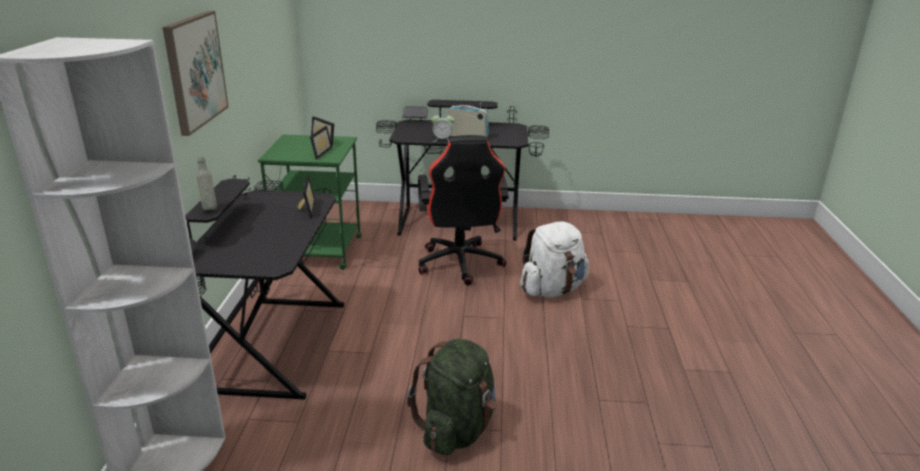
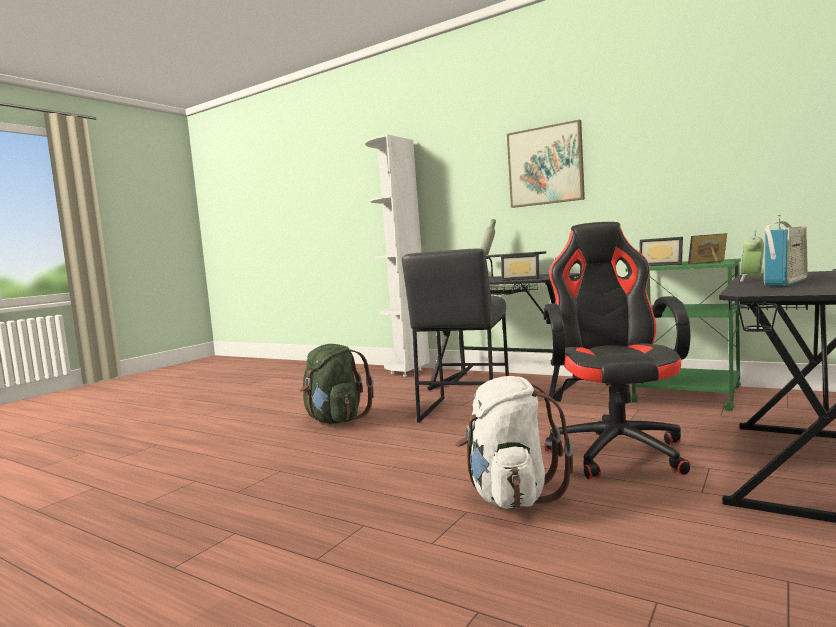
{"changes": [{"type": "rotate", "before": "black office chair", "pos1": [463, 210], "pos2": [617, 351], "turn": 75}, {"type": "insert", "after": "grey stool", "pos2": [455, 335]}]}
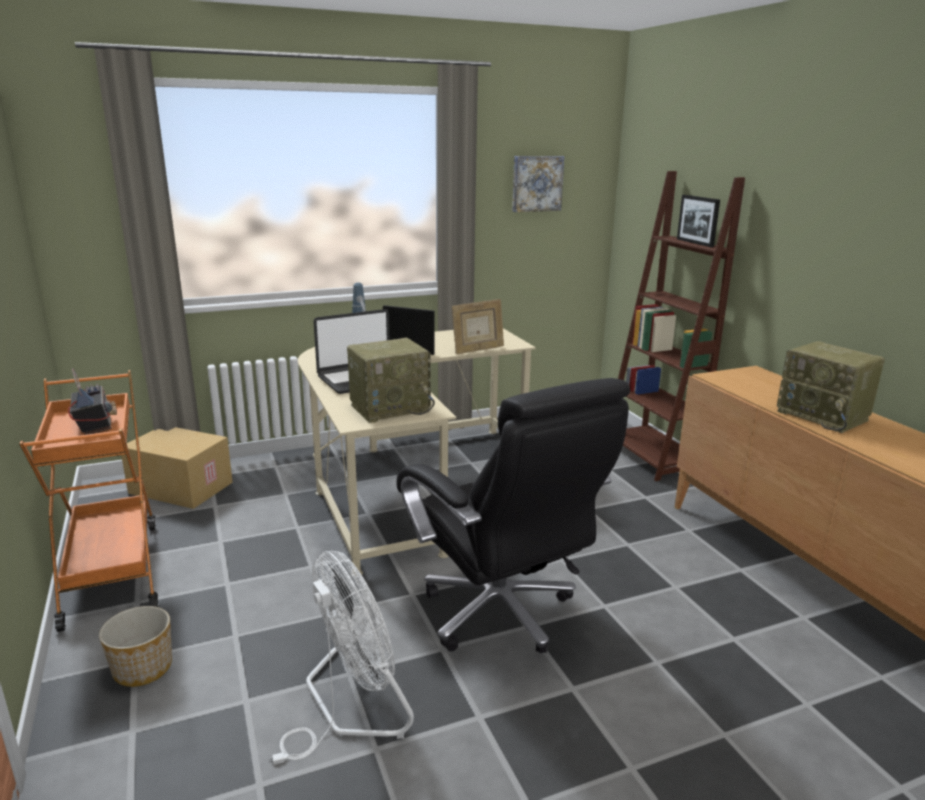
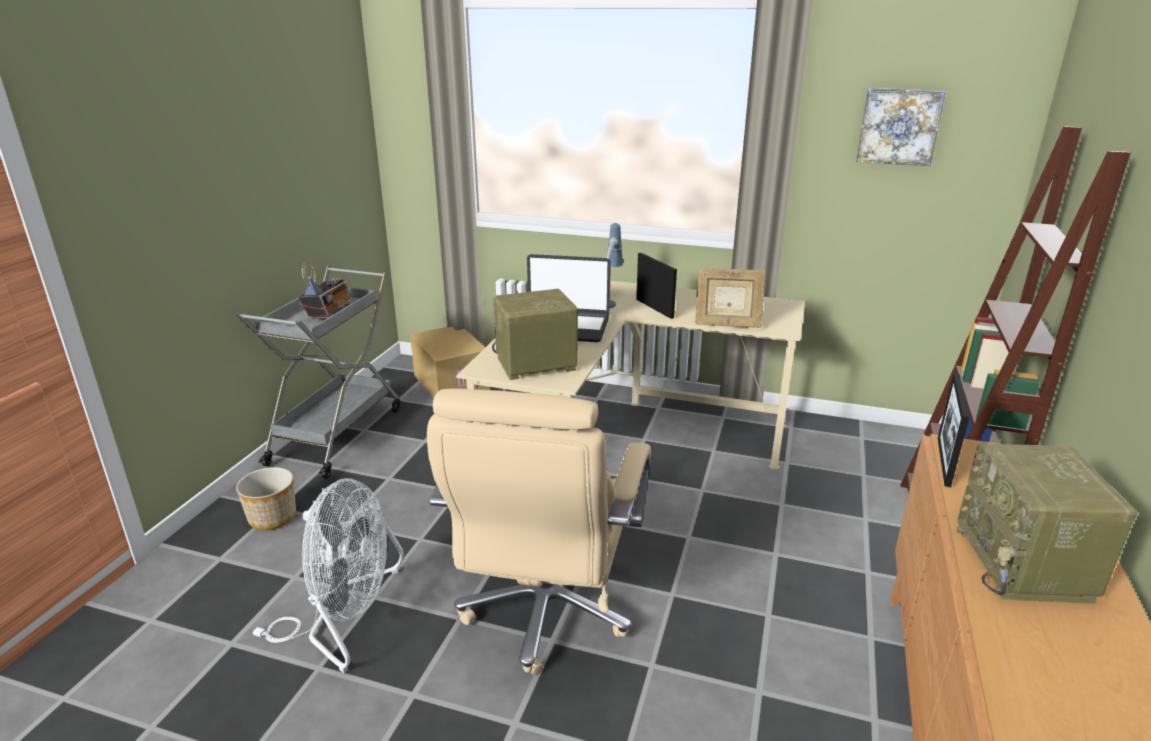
{"changes": [{"type": "recolor", "before": "orange cart", "after": "grey cart", "pos1": [89, 501], "pos2": [317, 371]}, {"type": "rotate", "before": "radio", "pos1": [391, 380], "pos2": [535, 334], "turn": 150}, {"type": "recolor", "before": "black office chair", "after": "beige office chair", "pos1": [513, 515], "pos2": [539, 532]}, {"type": "move", "before": "picture frame", "pos1": [698, 221], "pos2": [954, 430]}]}
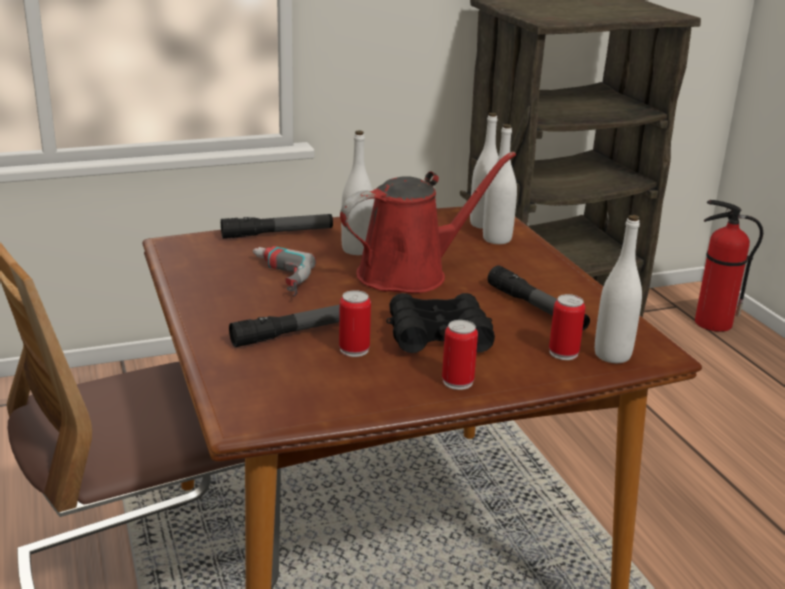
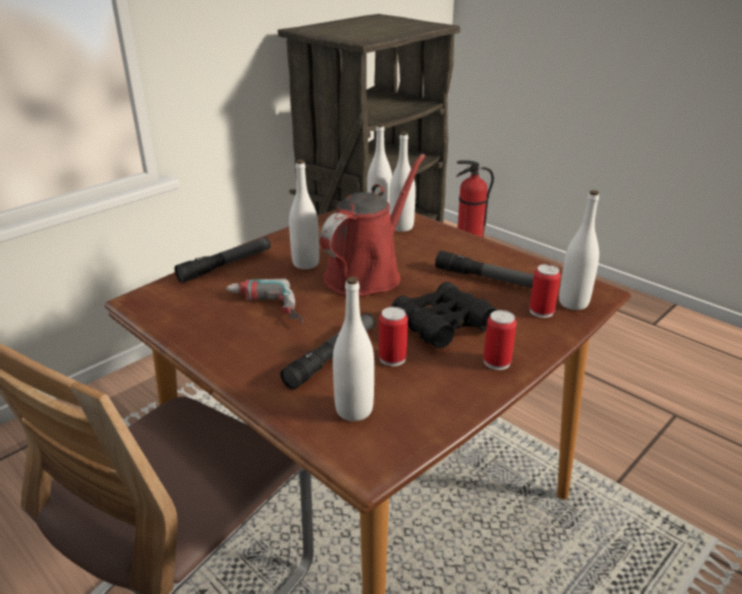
{"changes": [{"type": "insert", "after": "white bottle", "pos2": [353, 349]}]}
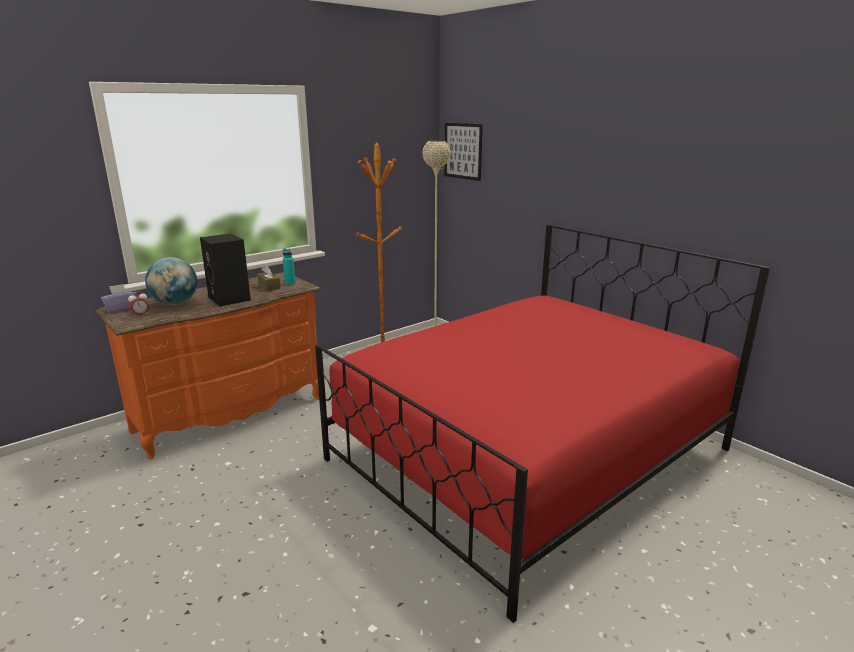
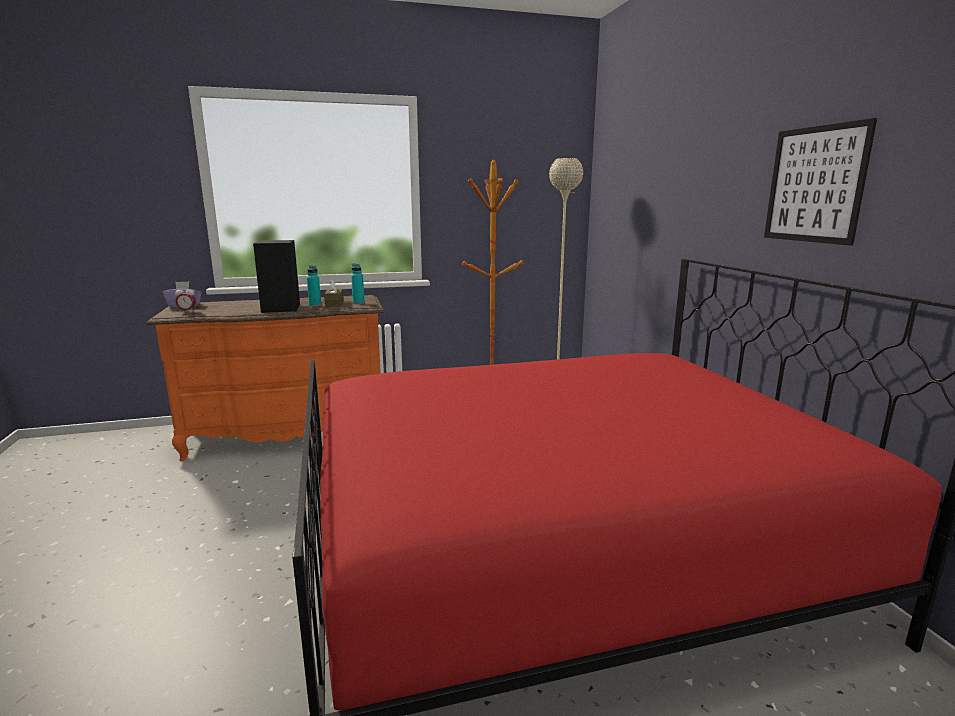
{"changes": [{"type": "delete", "before": "globe", "pos1": [171, 281]}, {"type": "move", "before": "picture", "pos1": [463, 152], "pos2": [820, 182]}, {"type": "insert", "after": "turquoise bottle", "pos2": [314, 286]}]}
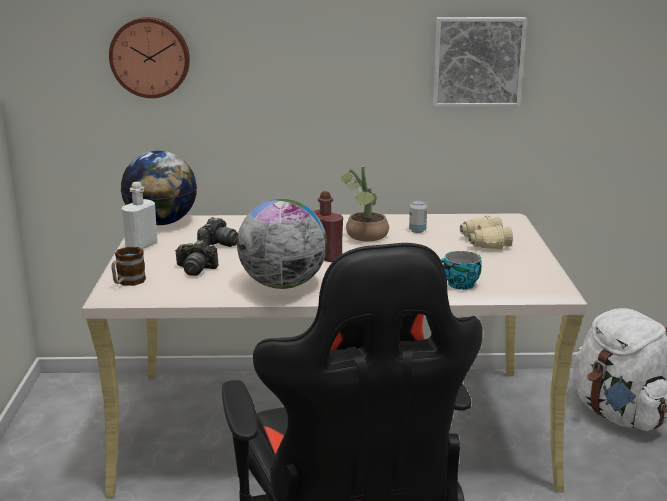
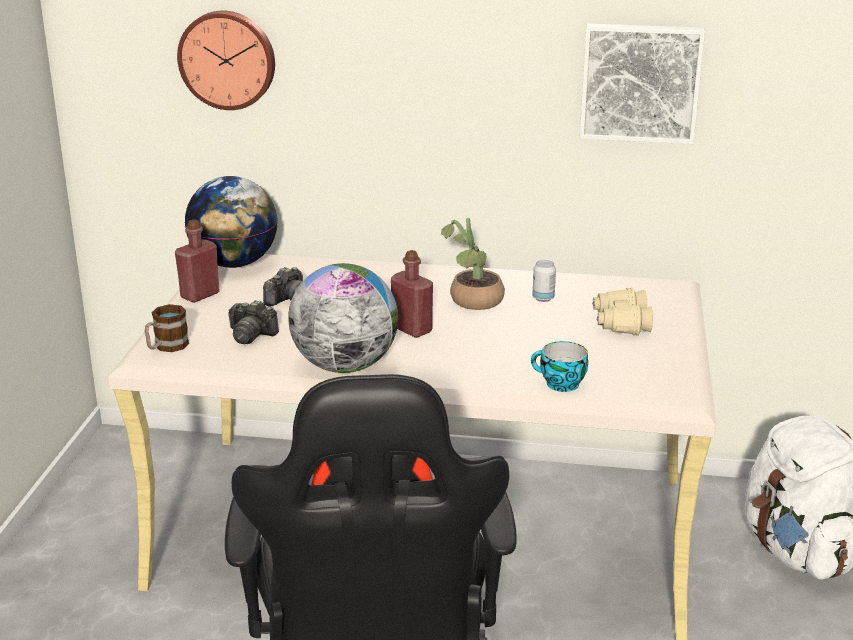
{"changes": [{"type": "recolor", "before": "white bottle", "after": "red bottle", "pos1": [139, 215], "pos2": [197, 261]}]}
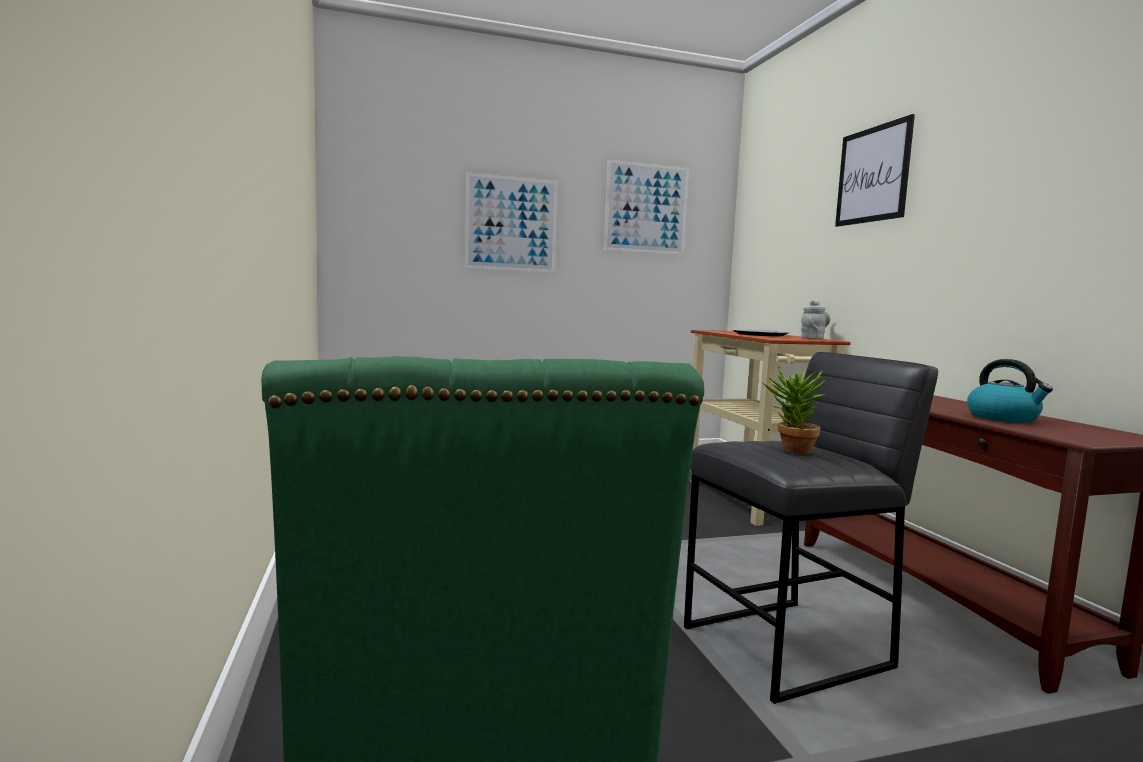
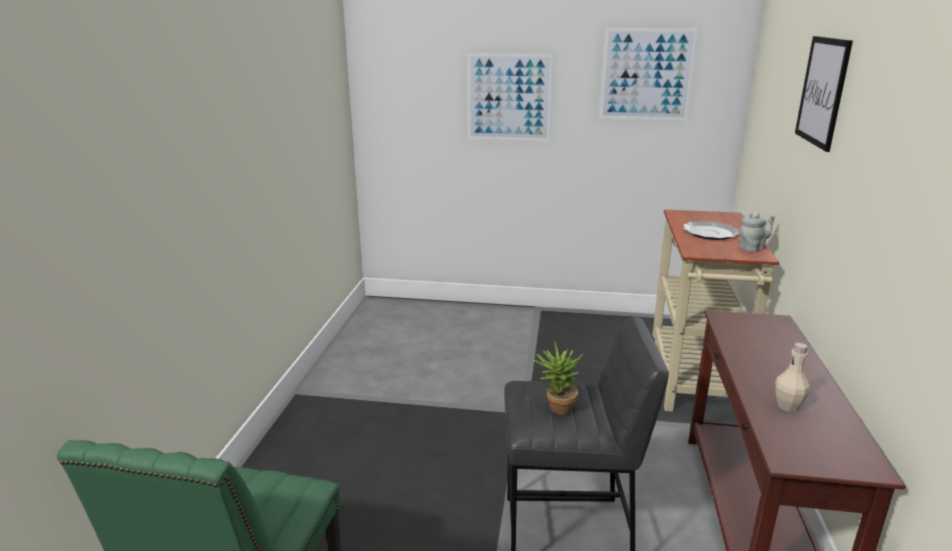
{"changes": [{"type": "replace", "before": "kettle", "after": "beige bottle", "pos1": [1010, 391], "pos2": [792, 377]}]}
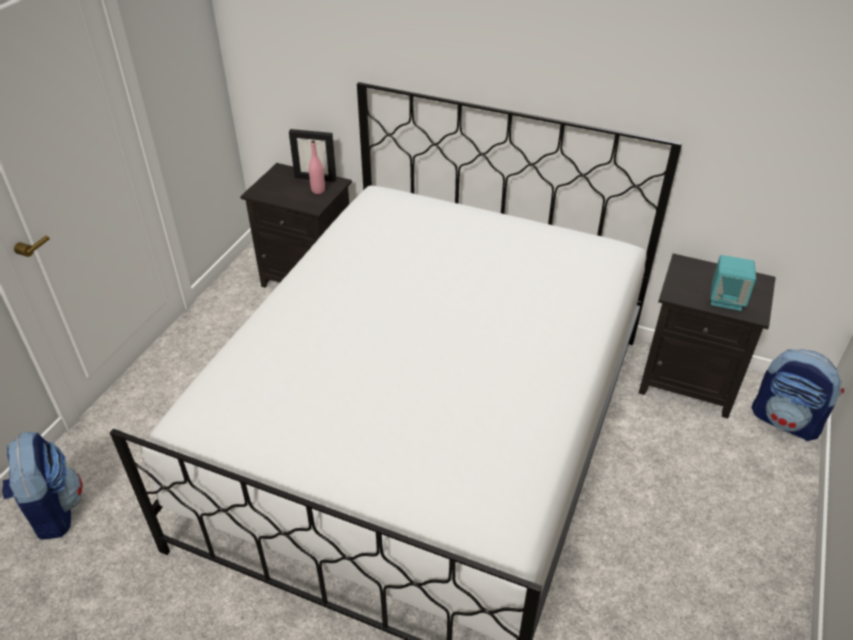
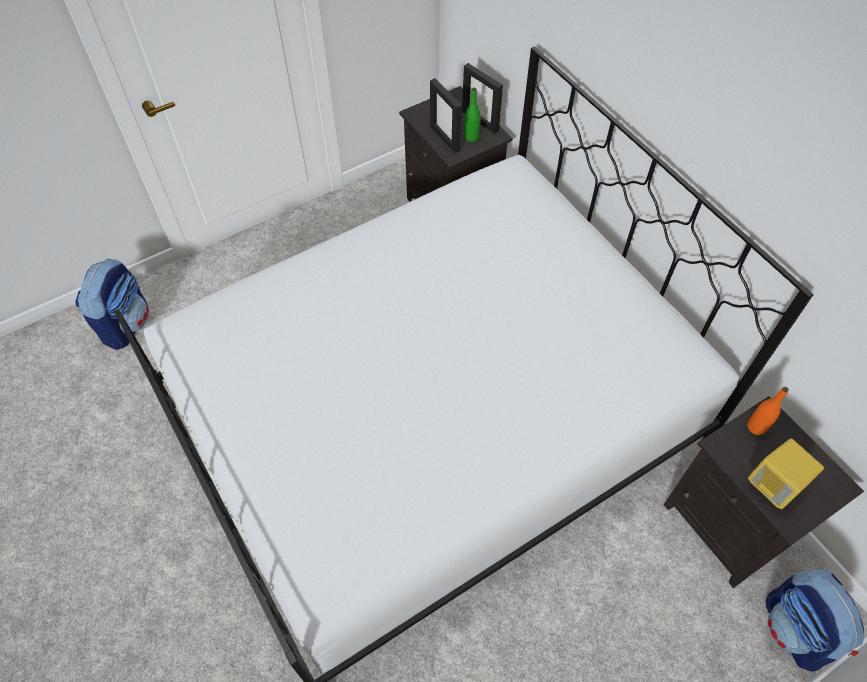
{"changes": [{"type": "recolor", "before": "pink bottle", "after": "green bottle", "pos1": [317, 167], "pos2": [472, 114]}, {"type": "recolor", "before": "turquoise speaker", "after": "yellow speaker", "pos1": [733, 283], "pos2": [786, 474]}, {"type": "insert", "after": "picture frame", "pos2": [446, 115]}, {"type": "insert", "after": "orange bottle", "pos2": [767, 411]}]}
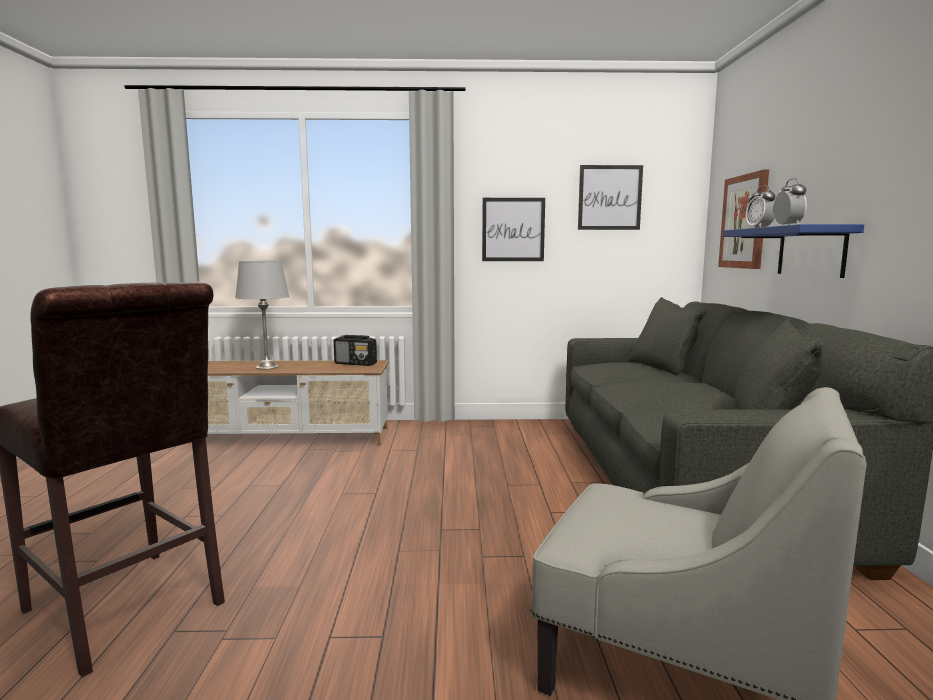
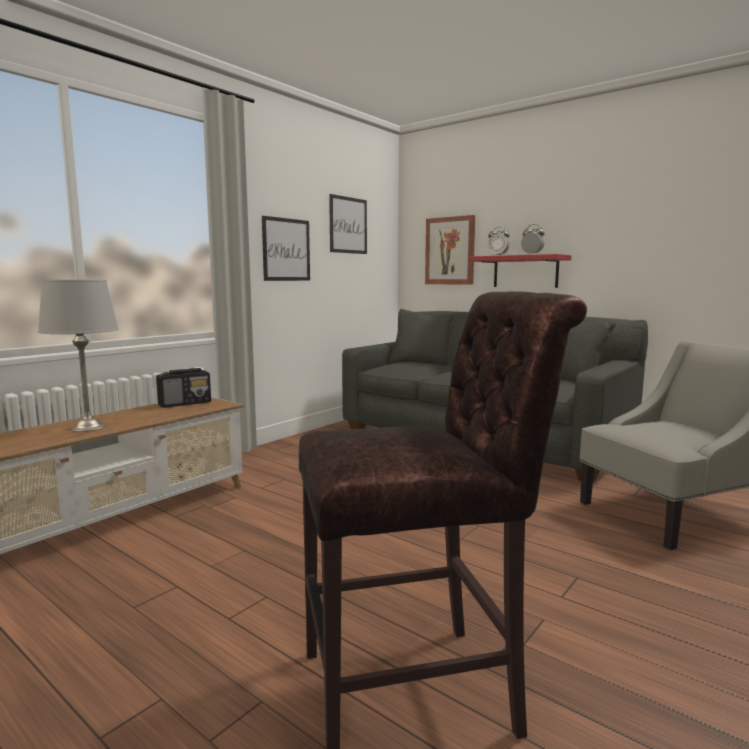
{"changes": [{"type": "recolor", "before": "blue shelf", "after": "red shelf", "pos1": [793, 251], "pos2": [519, 271]}]}
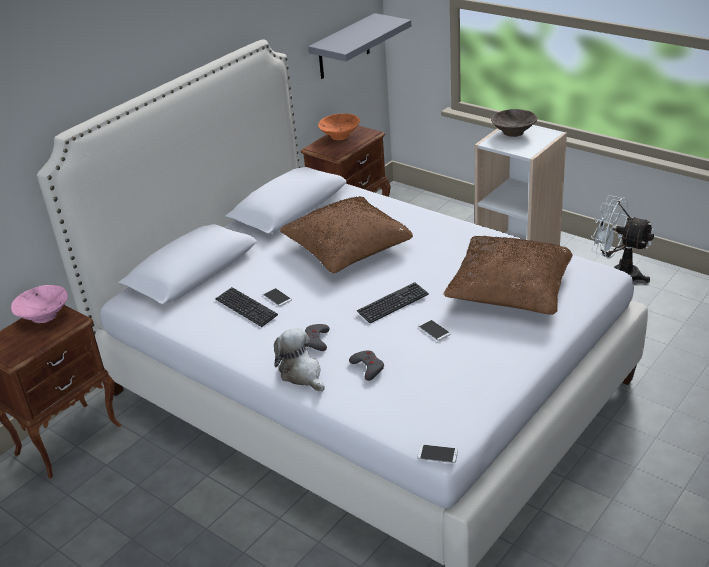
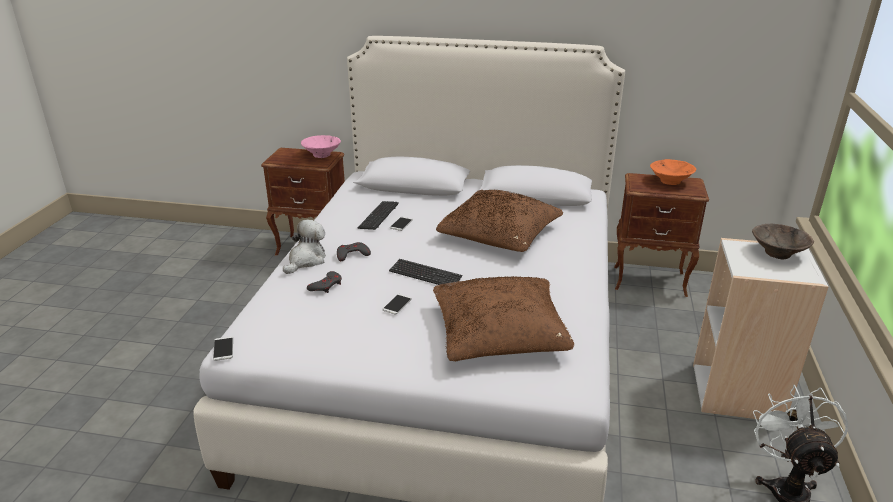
{"changes": [{"type": "delete", "before": "grey shelf", "pos1": [359, 46]}]}
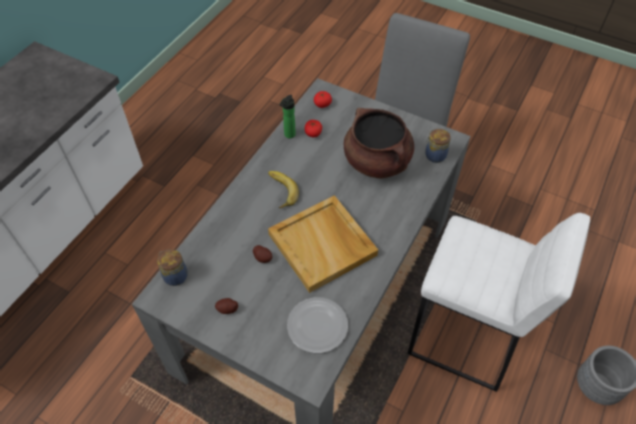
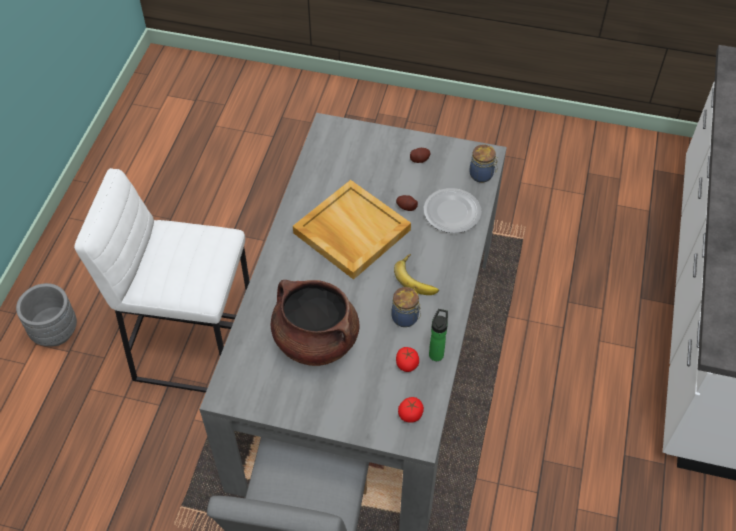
{"changes": [{"type": "move", "before": "plate", "pos1": [317, 325], "pos2": [452, 210]}, {"type": "move", "before": "jar", "pos1": [438, 146], "pos2": [406, 307]}]}
